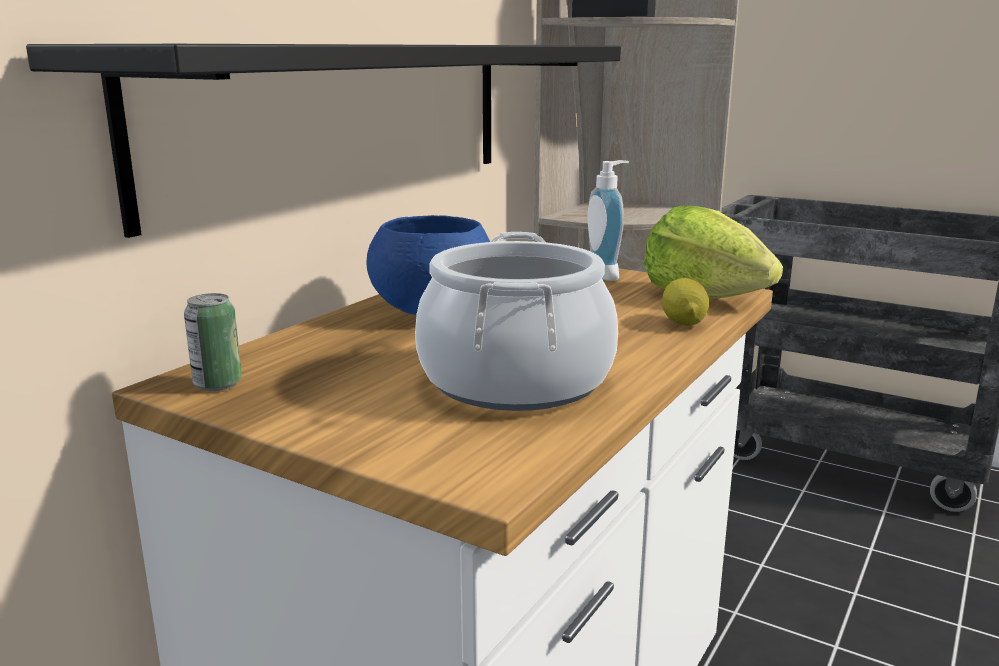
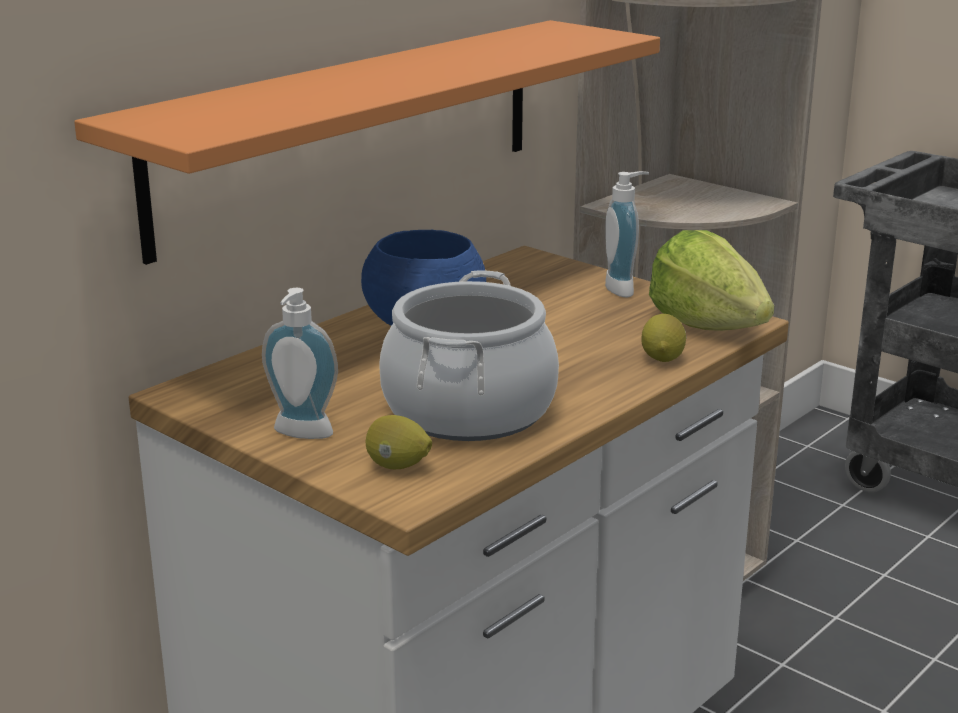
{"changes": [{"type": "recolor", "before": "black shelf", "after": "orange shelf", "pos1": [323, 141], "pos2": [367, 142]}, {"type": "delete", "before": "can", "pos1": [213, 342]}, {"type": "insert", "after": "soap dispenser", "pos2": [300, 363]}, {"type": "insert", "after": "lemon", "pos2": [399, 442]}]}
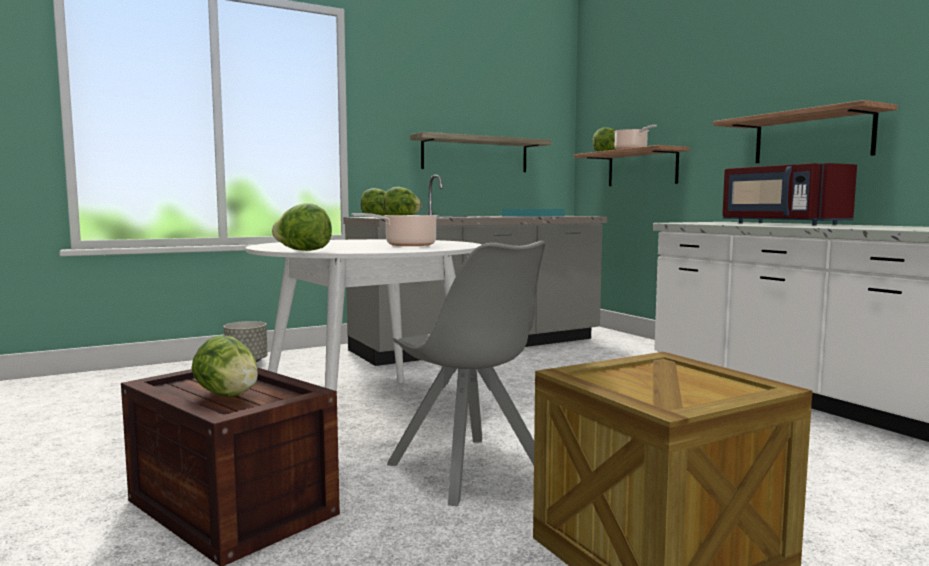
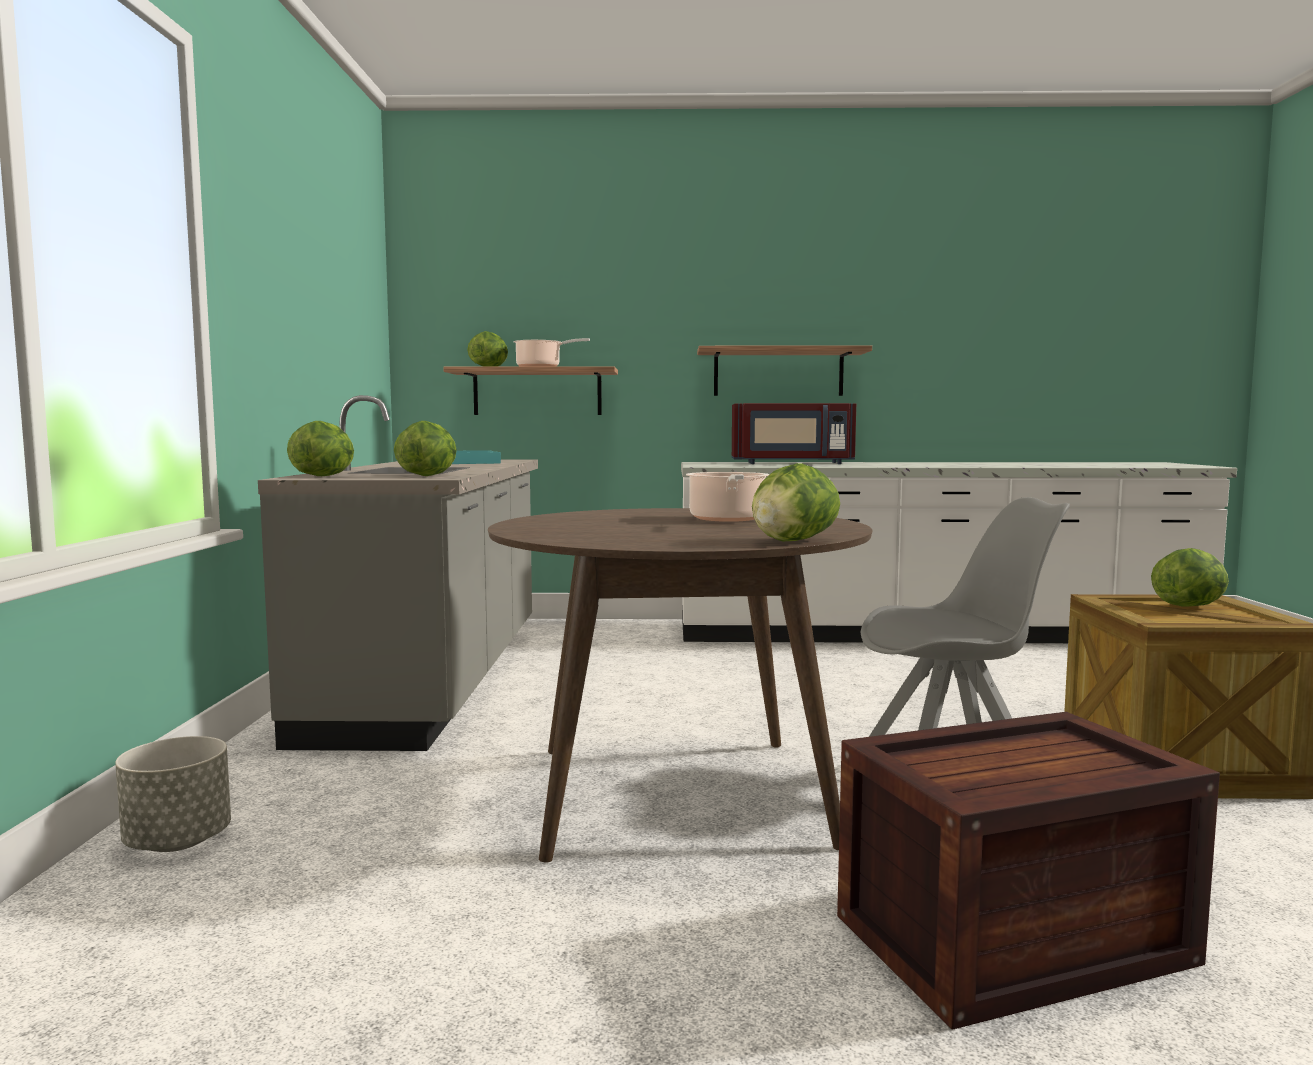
{"changes": [{"type": "move", "before": "lettuce", "pos1": [224, 366], "pos2": [1190, 577]}, {"type": "recolor", "before": "white dining table", "after": "brown dining table", "pos1": [365, 329], "pos2": [680, 685]}, {"type": "delete", "before": "shelf", "pos1": [481, 152]}]}
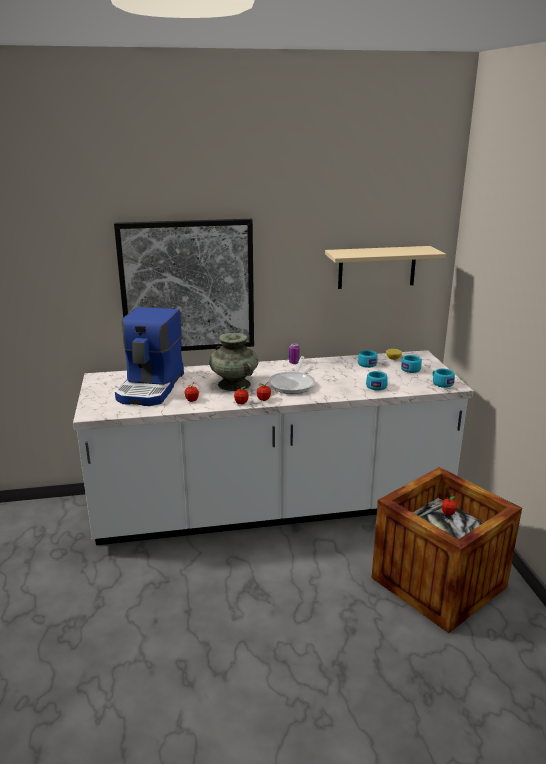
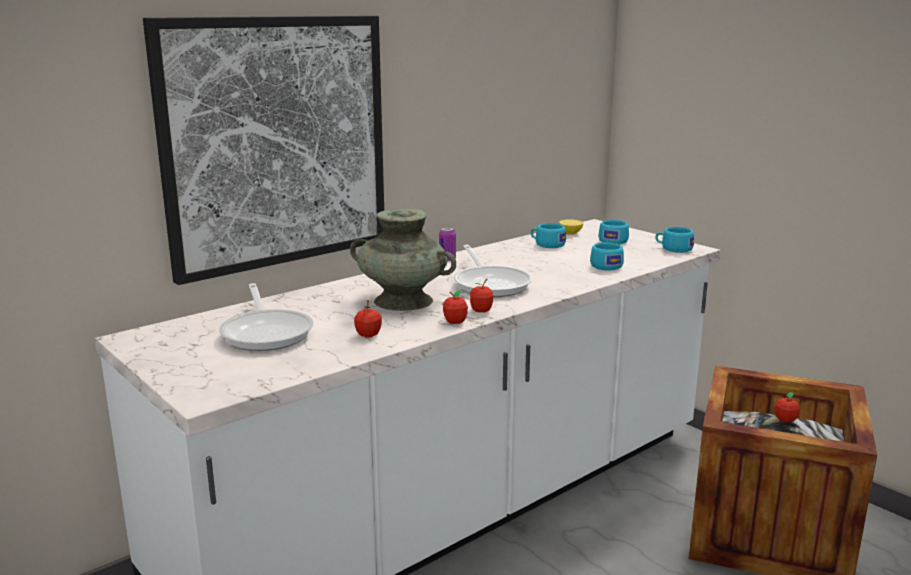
{"changes": [{"type": "replace", "before": "coffee machine", "after": "frying pan", "pos1": [149, 356], "pos2": [266, 317]}, {"type": "delete", "before": "beige shelf", "pos1": [385, 267]}]}
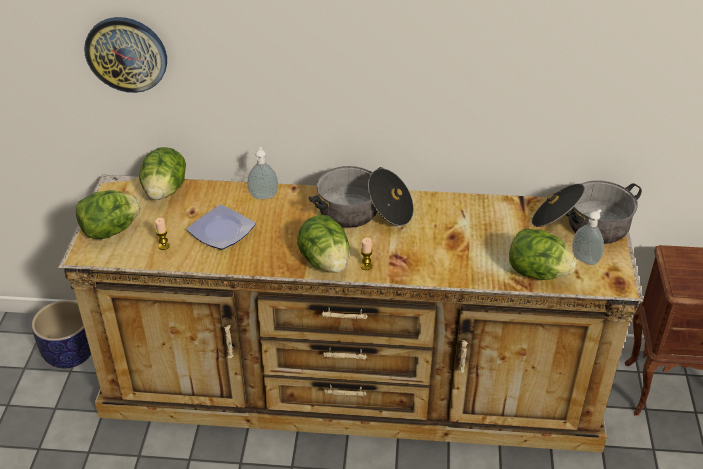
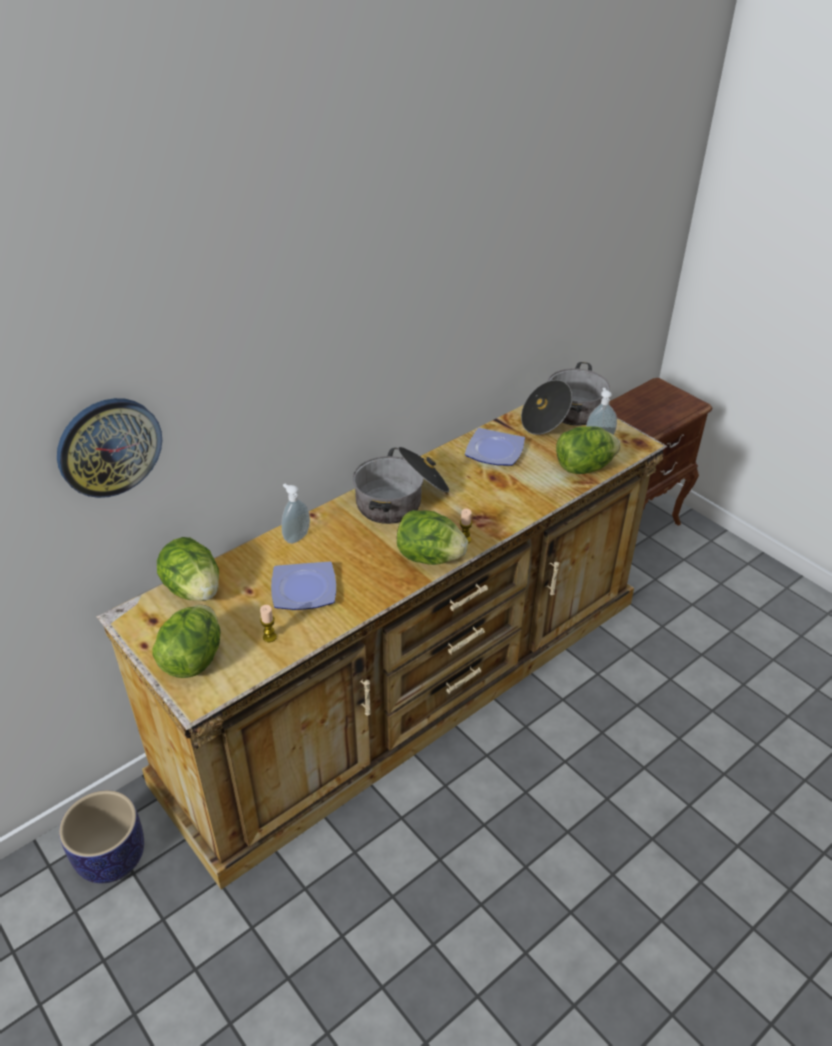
{"changes": [{"type": "insert", "after": "plate", "pos2": [495, 447]}]}
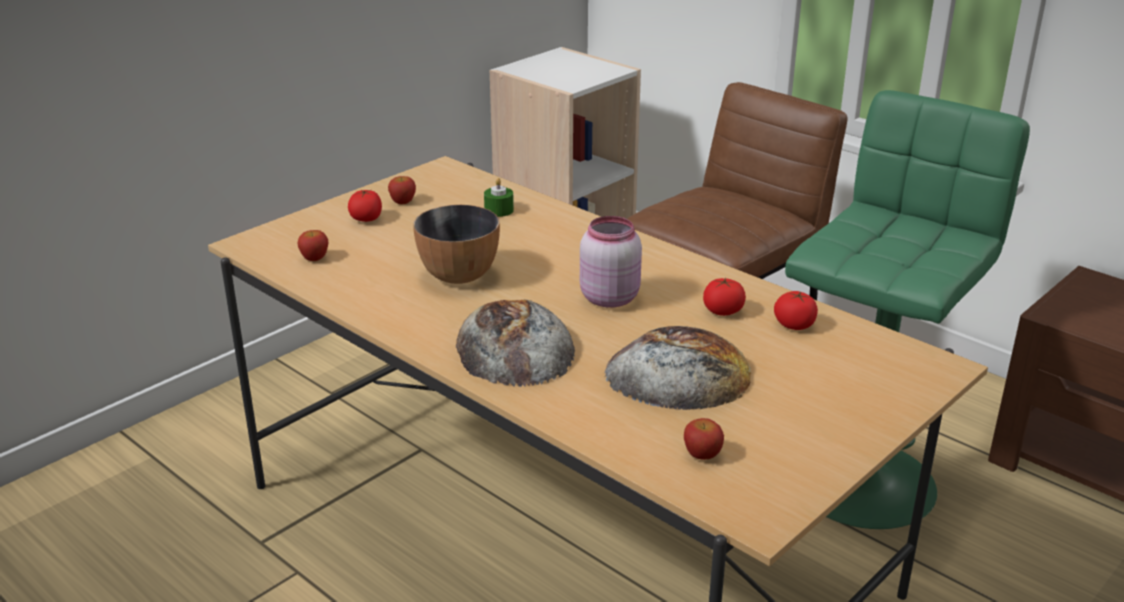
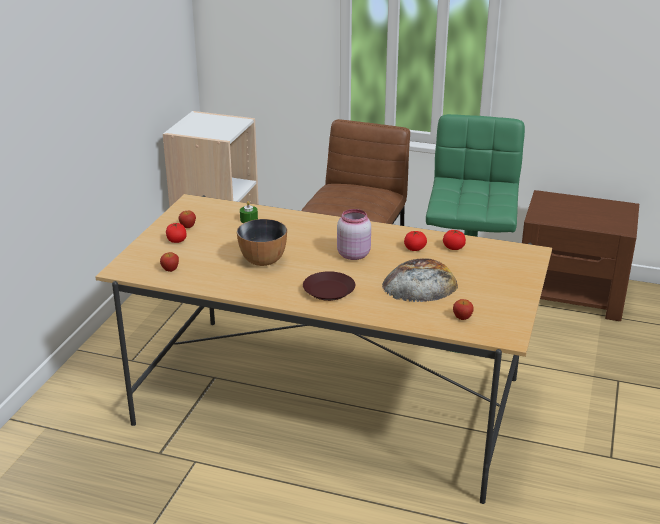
{"changes": [{"type": "replace", "before": "bread", "after": "brown plate", "pos1": [515, 343], "pos2": [329, 286]}]}
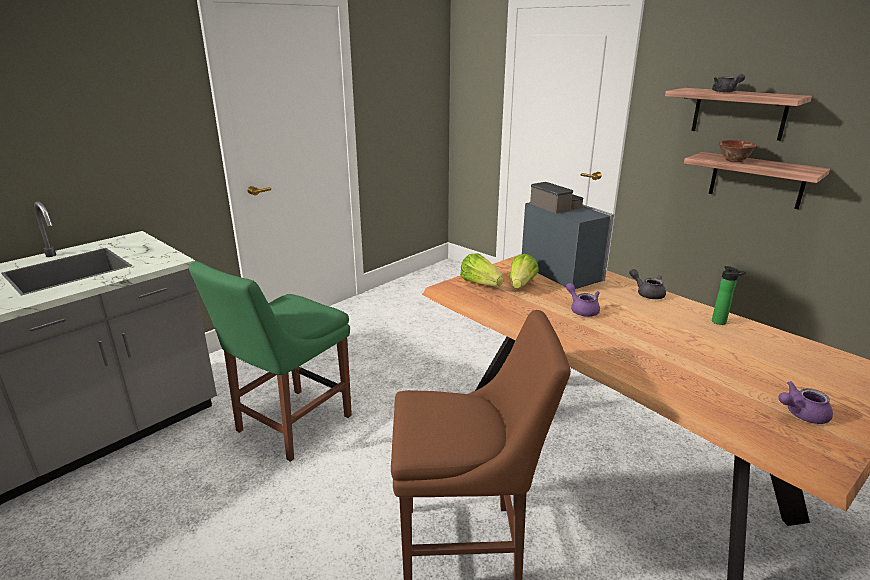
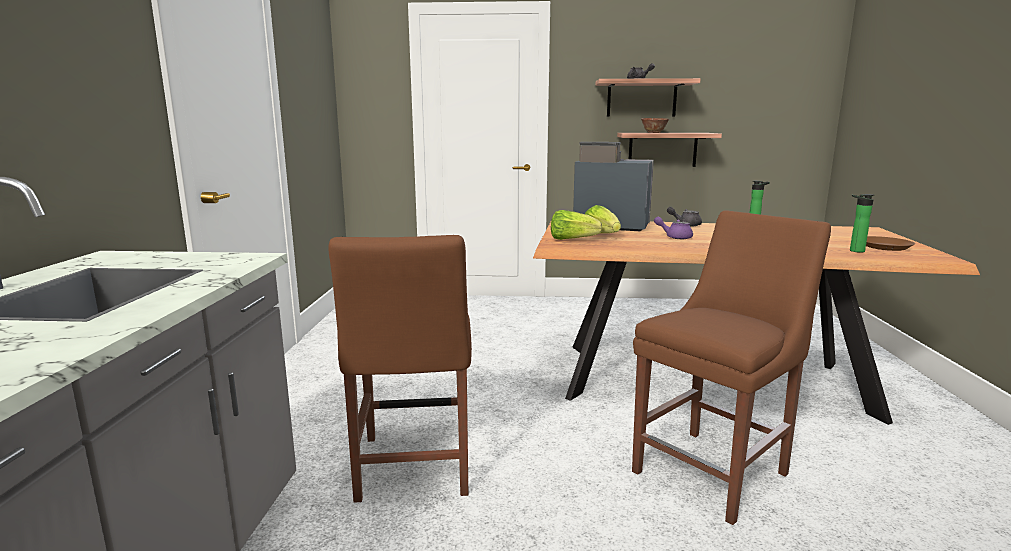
{"changes": [{"type": "recolor", "before": "green chair", "after": "brown chair", "pos1": [270, 361], "pos2": [400, 369]}, {"type": "replace", "before": "purple teapot", "after": "brown plate", "pos1": [806, 402], "pos2": [890, 243]}, {"type": "insert", "after": "bottle", "pos2": [862, 223]}]}
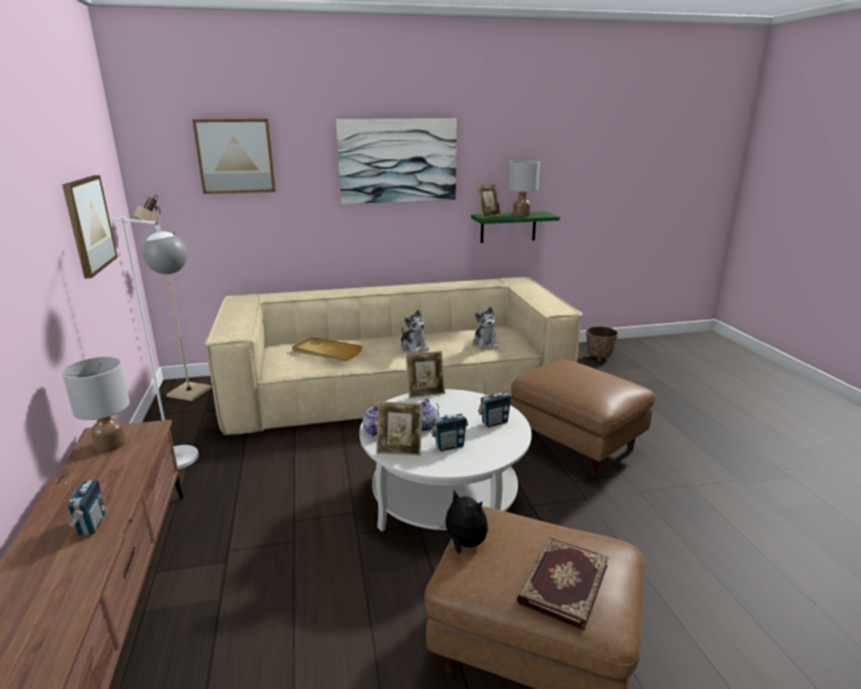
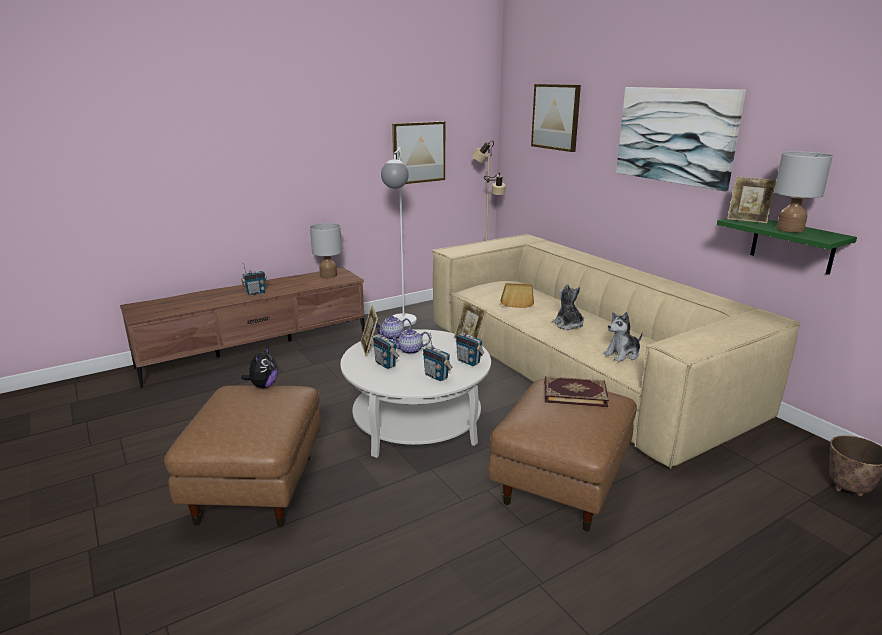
{"changes": [{"type": "rotate", "before": "plush toy", "pos1": [415, 332], "pos2": [568, 307], "turn": 120}, {"type": "move", "before": "book", "pos1": [563, 584], "pos2": [577, 391]}, {"type": "insert", "after": "radio", "pos2": [470, 343]}]}
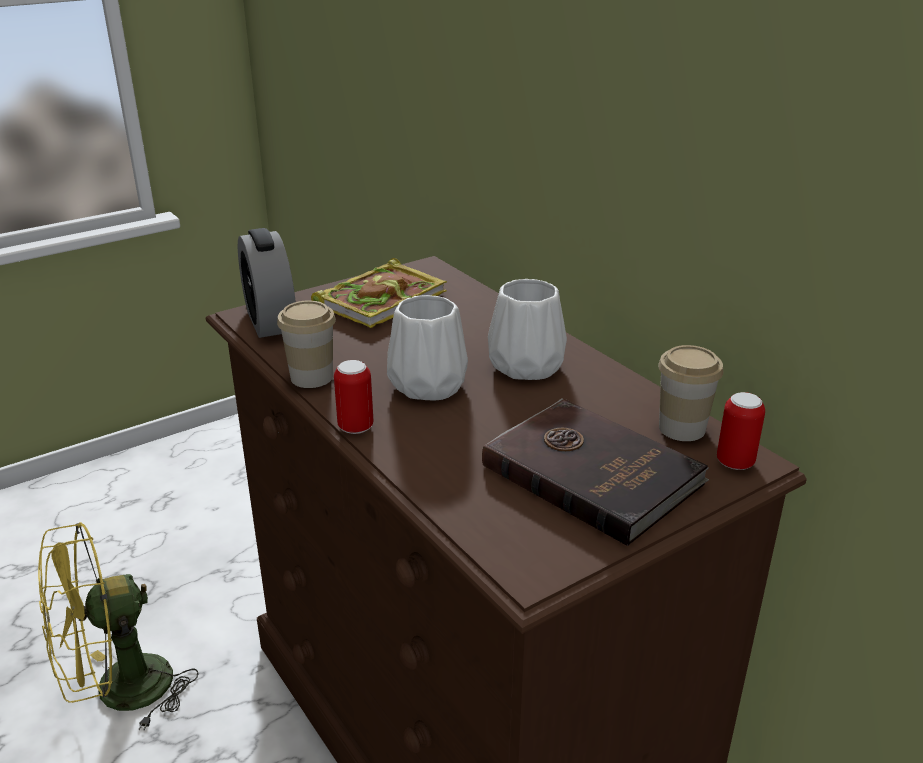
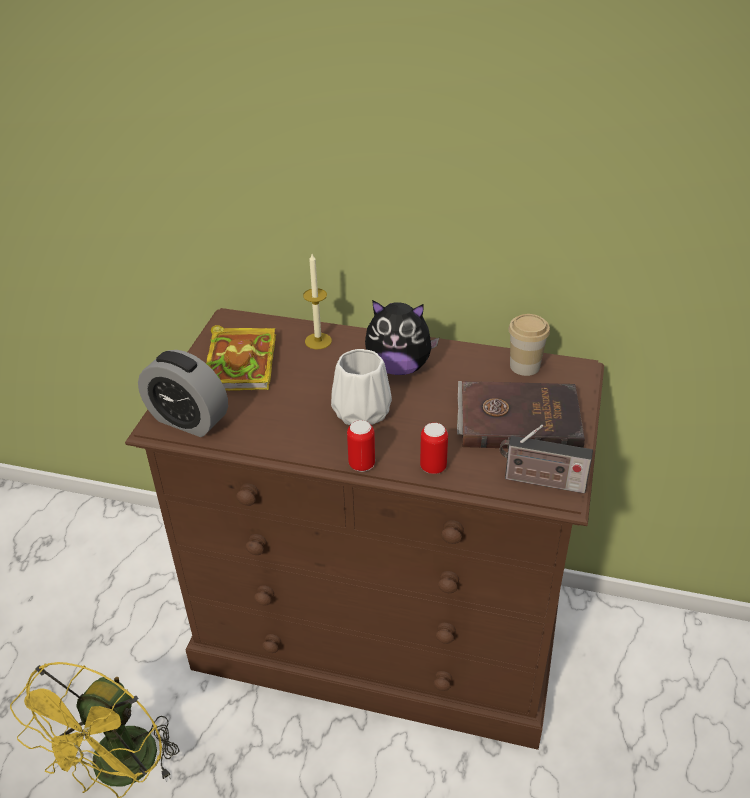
{"changes": [{"type": "delete", "before": "cup", "pos1": [306, 344]}, {"type": "replace", "before": "white vase", "after": "plush toy", "pos1": [527, 329], "pos2": [402, 337]}, {"type": "move", "before": "can", "pos1": [741, 431], "pos2": [434, 448]}, {"type": "insert", "after": "candle", "pos2": [317, 301]}, {"type": "insert", "after": "radio", "pos2": [546, 459]}]}
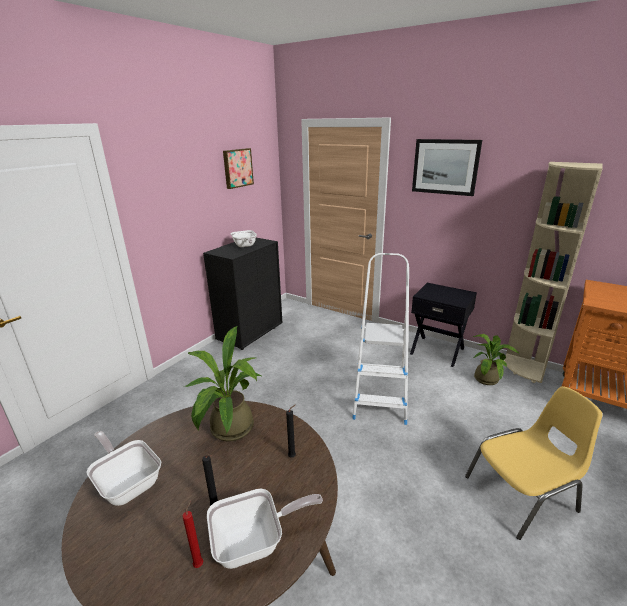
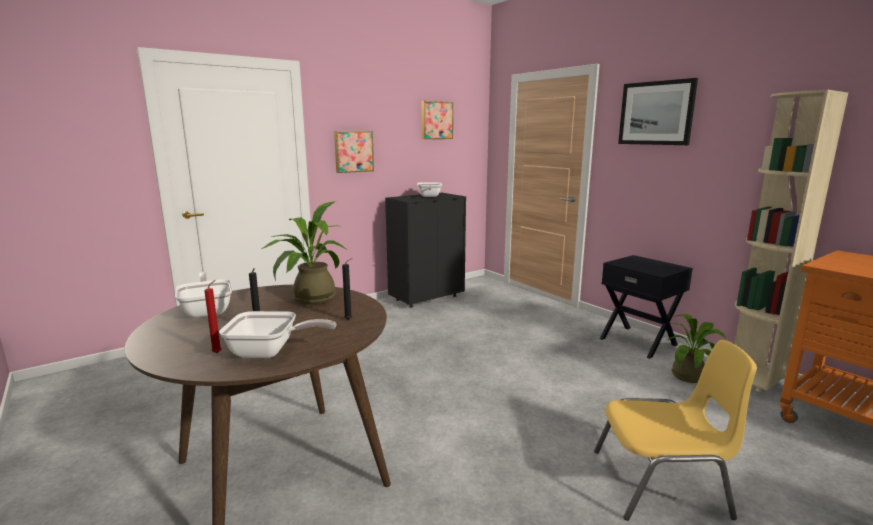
{"changes": [{"type": "delete", "before": "white step ladder", "pos1": [381, 339]}, {"type": "insert", "after": "picture", "pos2": [354, 152]}]}
